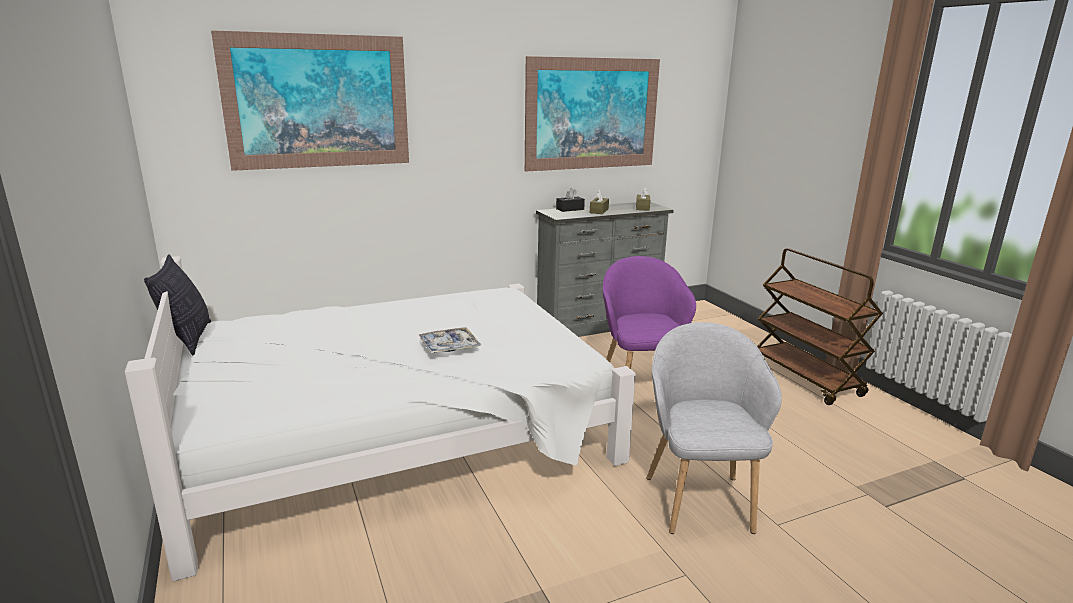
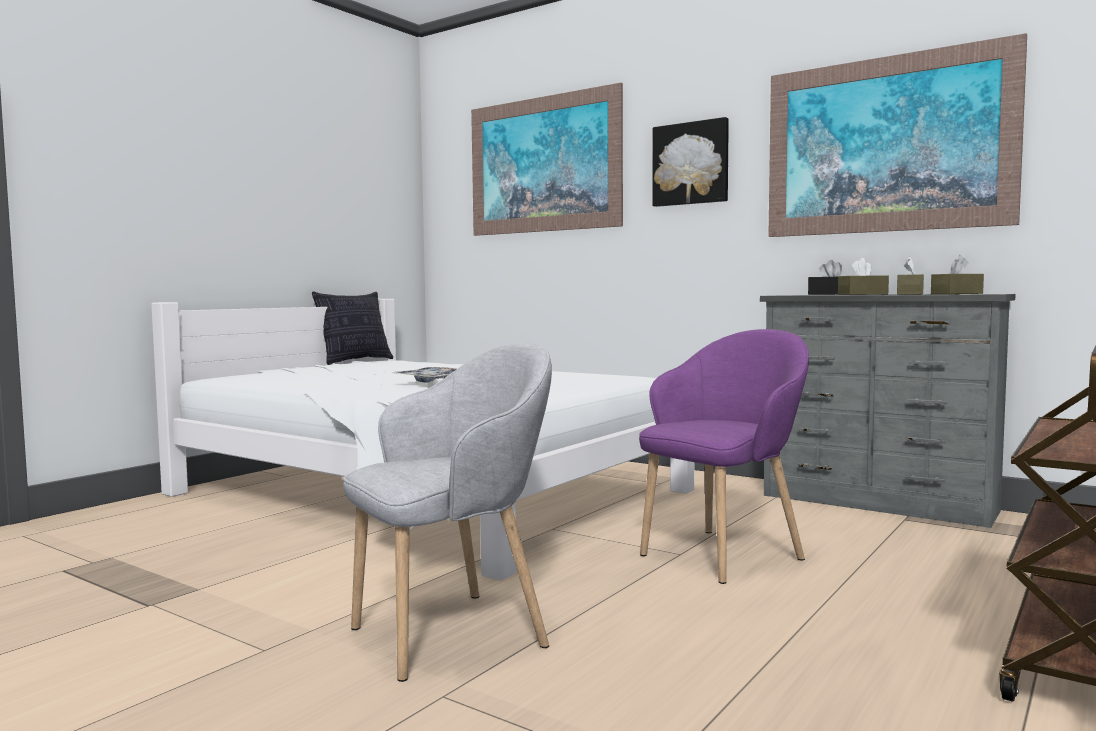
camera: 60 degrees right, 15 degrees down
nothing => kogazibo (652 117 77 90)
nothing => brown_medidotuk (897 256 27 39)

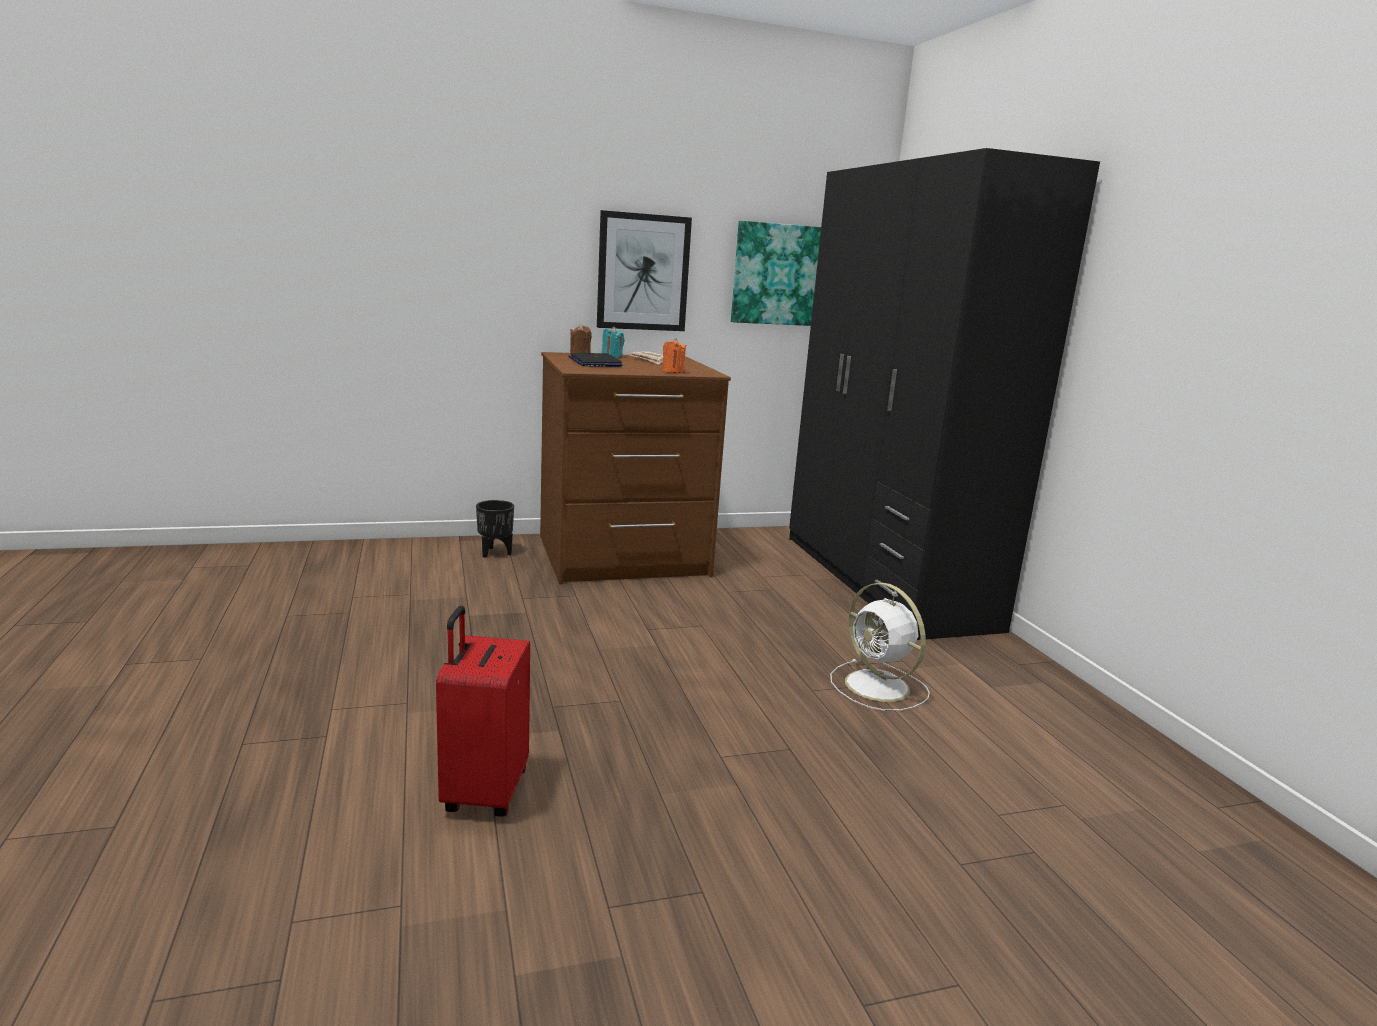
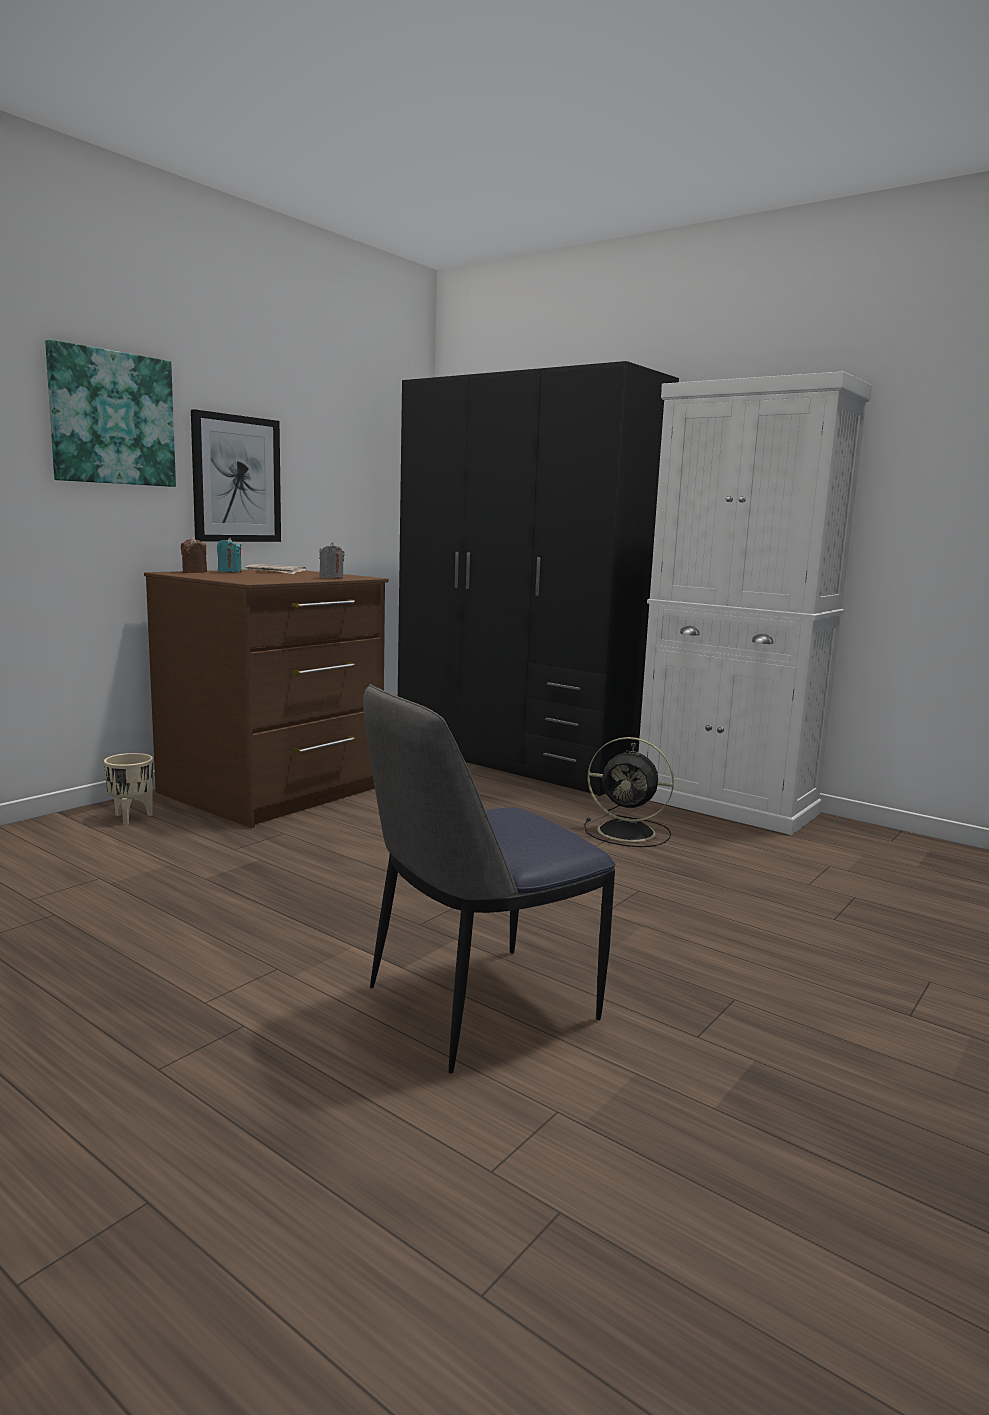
camera: 35 degrees left, 5 degrees down
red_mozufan (436 606 94 211) => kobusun (363 684 252 389)
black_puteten (476 500 38 58) => beige_puteten (104 753 49 72)
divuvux (568 353 55 14) => nothing
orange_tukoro (662 338 24 35) => grey_tukoro (319 542 26 36)
kogazibo (731 221 90 105) => kogazibo (45 339 131 148), shifted
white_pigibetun (830 583 100 128) => black_pigibetun (584 737 90 110)
nothing => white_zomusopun (639 371 233 464)

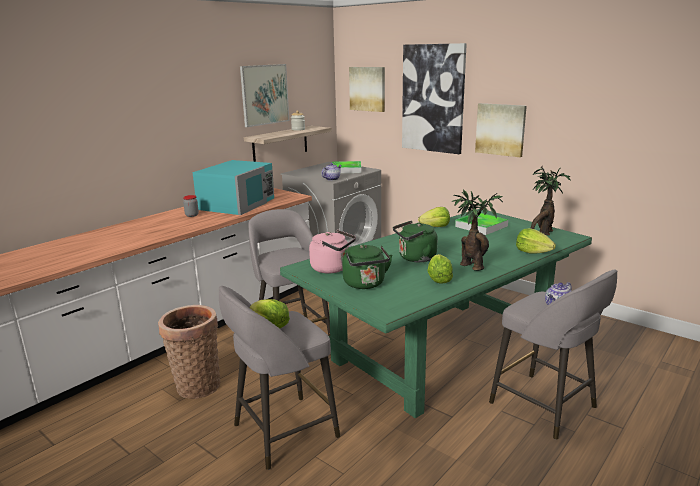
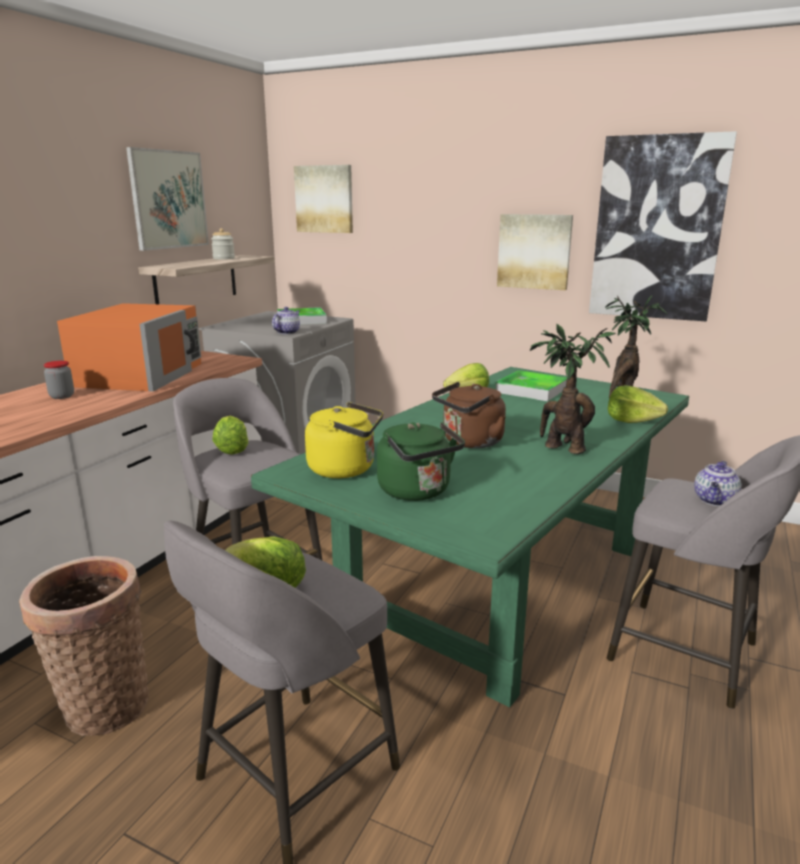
camera: 15 degrees left, 0 degrees up
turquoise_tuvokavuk (193 160 81 55) => orange_tuvokavuk (57 303 144 89)
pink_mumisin (309 230 47 43) => yellow_mumisin (305 402 78 76)
green_mumisin (393 221 45 41) => brown_mumisin (432 382 74 66)
kogazibo (402 43 65 111) => kogazibo (589 131 148 190), shifted
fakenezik (428 254 25 30) => fakenezik (212 416 36 38), shifted

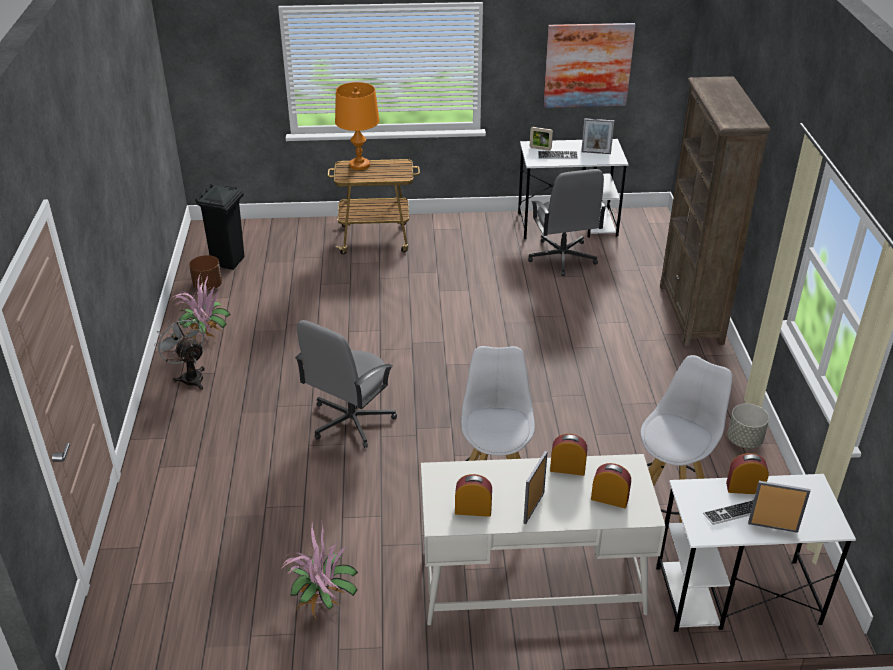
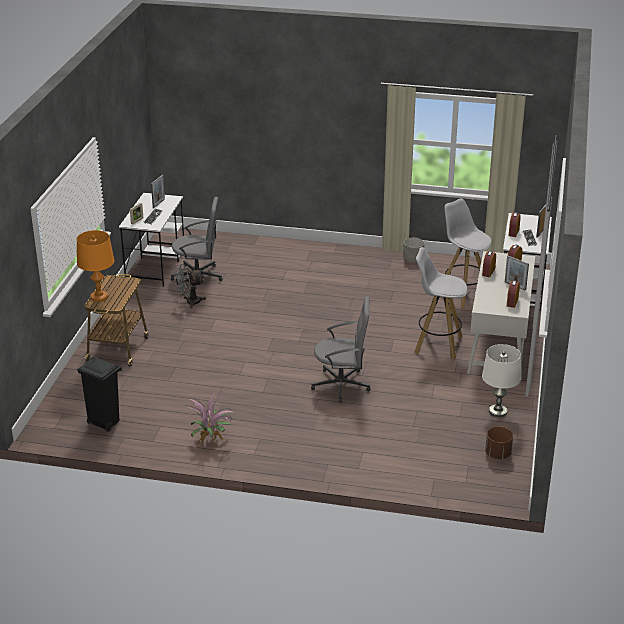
camera: 75 degrees left, 5 degrees down
grey_pigibetun (154 315 51 75) => grey_pigibetun (173 264 33 44), shifted
brown_puteten (189 255 33 36) => brown_puteten (485 426 28 33), shifted
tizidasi (279 521 79 99) => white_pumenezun (482 344 39 73)
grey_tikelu (295 320 102 128) => grey_tikelu (311 296 60 106), 45 degrees counterclockwise
kogazibo (543 23 93 85) => nothing
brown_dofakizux (660 76 110 270) => nothing

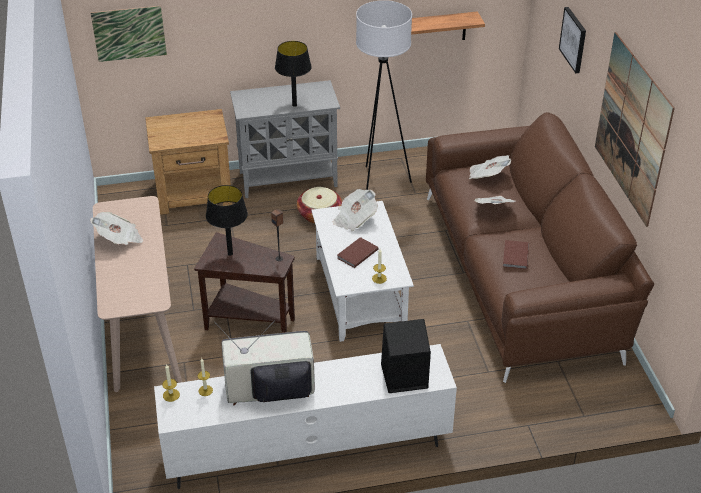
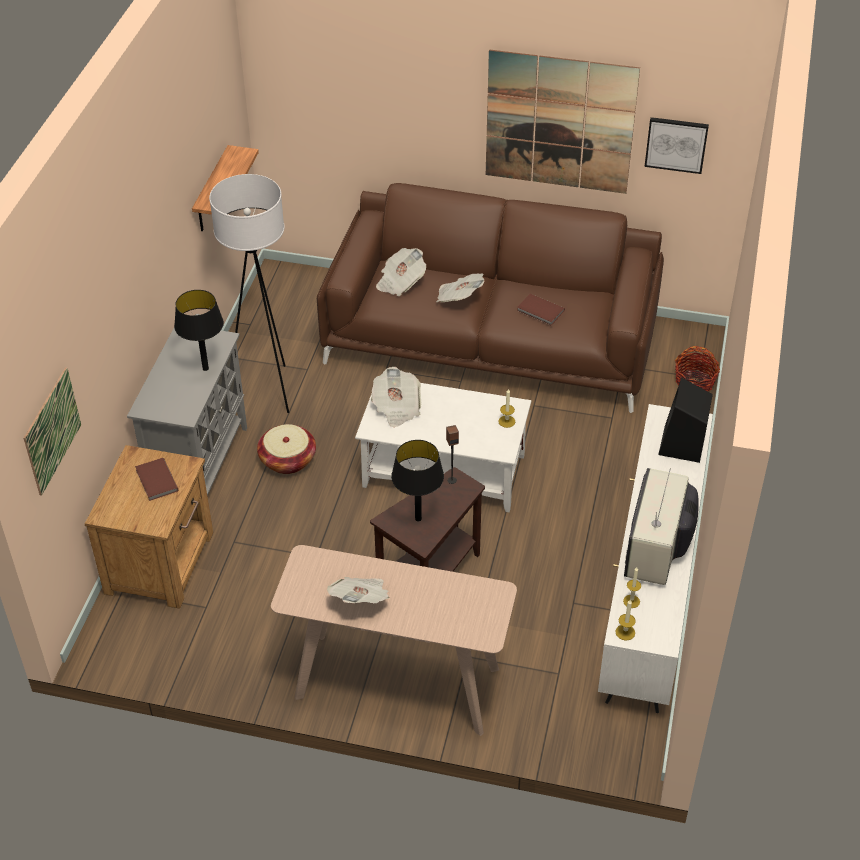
camera: 65 degrees left, 5 degrees up
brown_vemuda (337 237 41 31) => brown_vemuda (135 458 43 43), shifted
kogazibo (559 7 27 66) => kogazibo (644 117 65 57), shifted
nothing => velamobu (675 346 45 45)

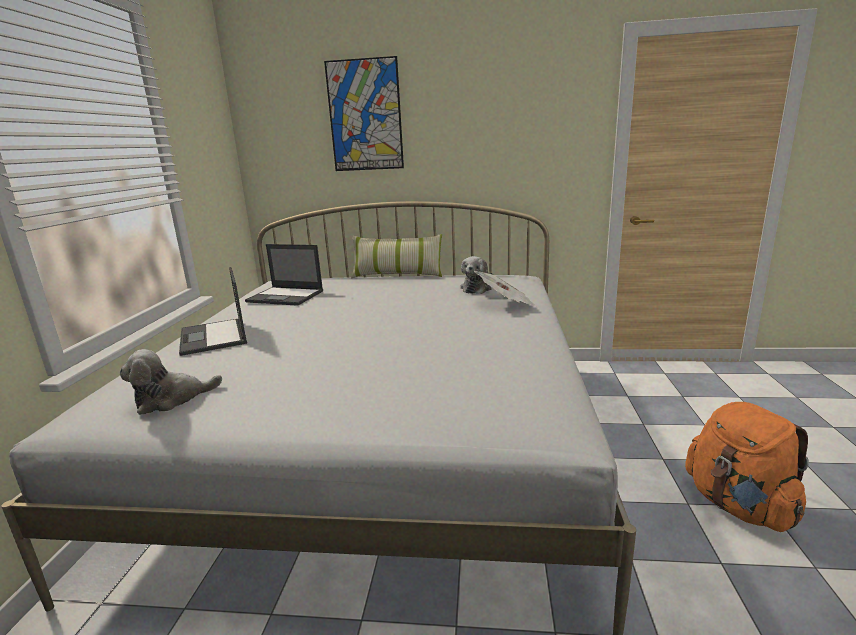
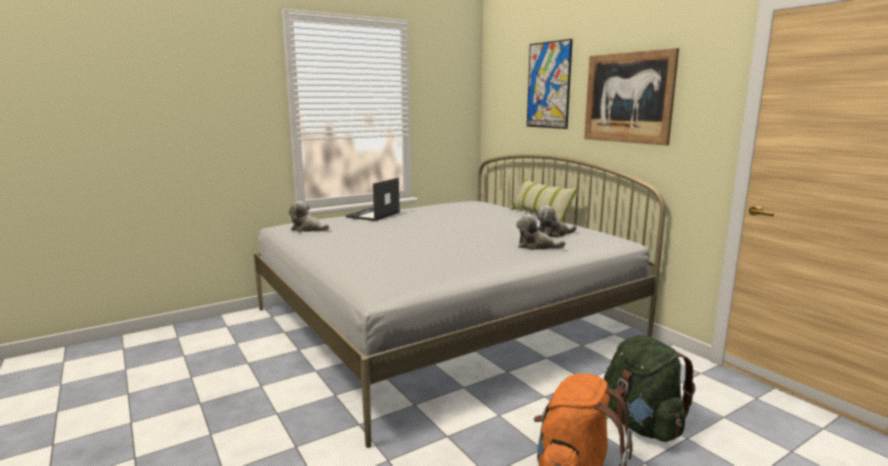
camera: 50 degrees right, 5 degrees down
divuvux (245 244 78 62) => nothing
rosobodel (474 271 62 35) => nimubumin (516 214 49 36)
nothing => kogazibo (584 48 95 98)
nothing => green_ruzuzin (604 335 92 107)

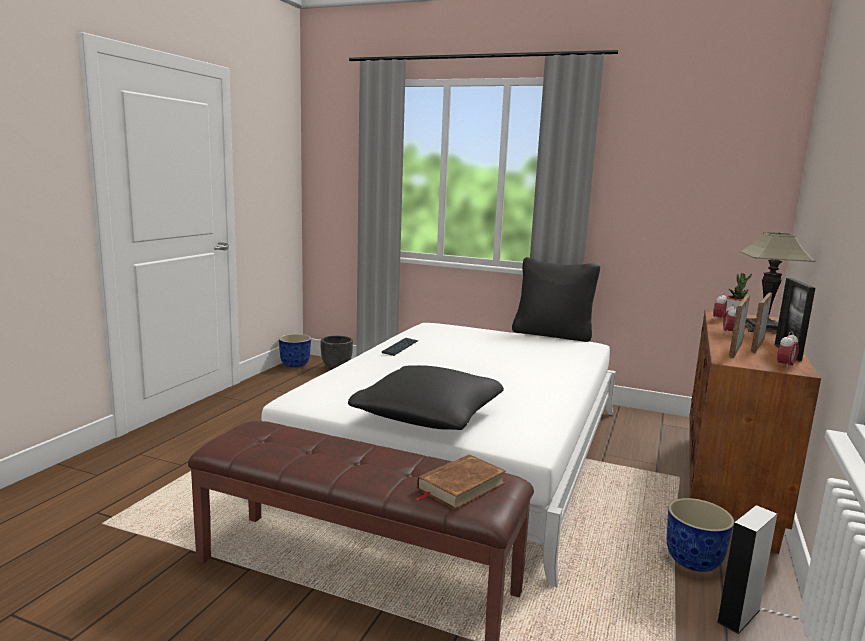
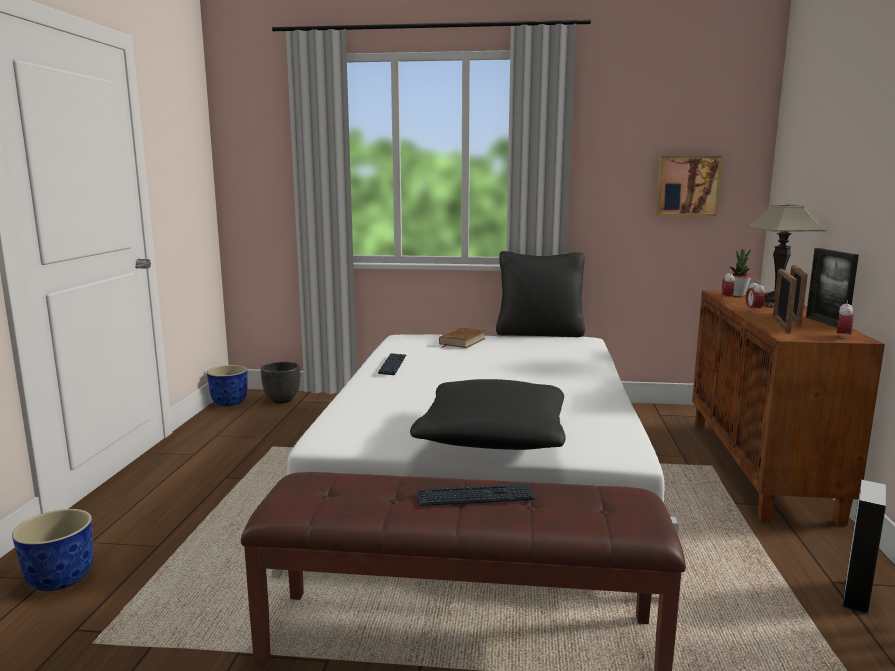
camera: 15 degrees left, 0 degrees up
brown_vemuda (415 454 91 56) => brown_vemuda (439 328 47 20), shifted
puteten (667 498 67 74) => puteten (12 509 81 82), shifted
nothing => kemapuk (417 484 118 22)
nothing => kogazibo (656 156 67 60)

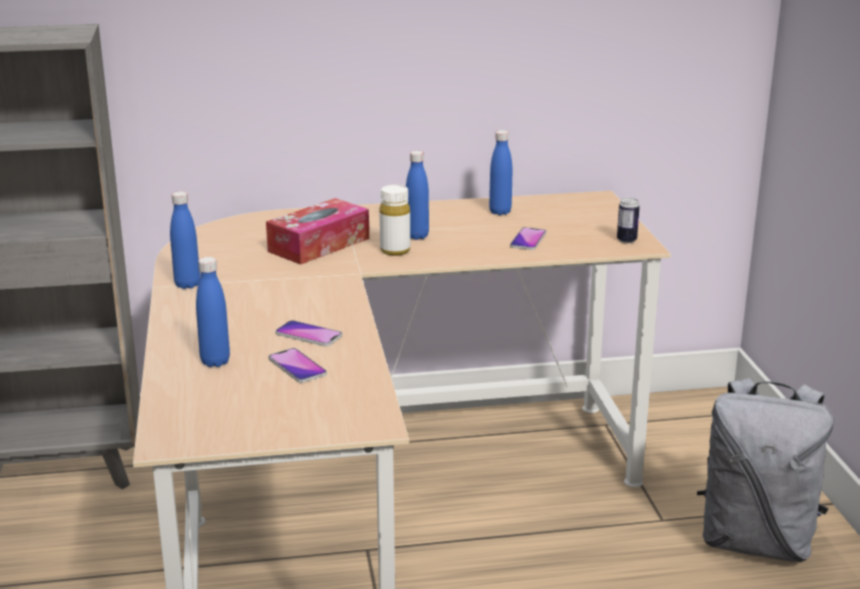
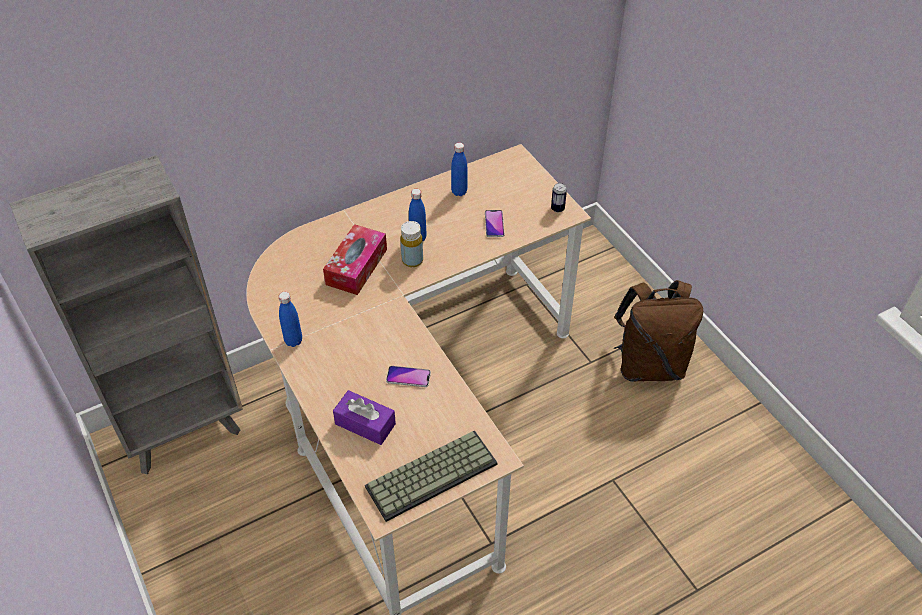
camera: 20 degrees left, 25 degrees up
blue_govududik (196 257 34 110) => purple_medidotuk (333 390 63 55)
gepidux (268 348 59 35) => nothing
white_govududik (379 185 31 71) => yellow_govududik (400 221 23 46)
grey_ruzuzin (697 378 137 184) => brown_ruzuzin (614 280 89 102)
nothing => kemapuk (365 431 132 91)

